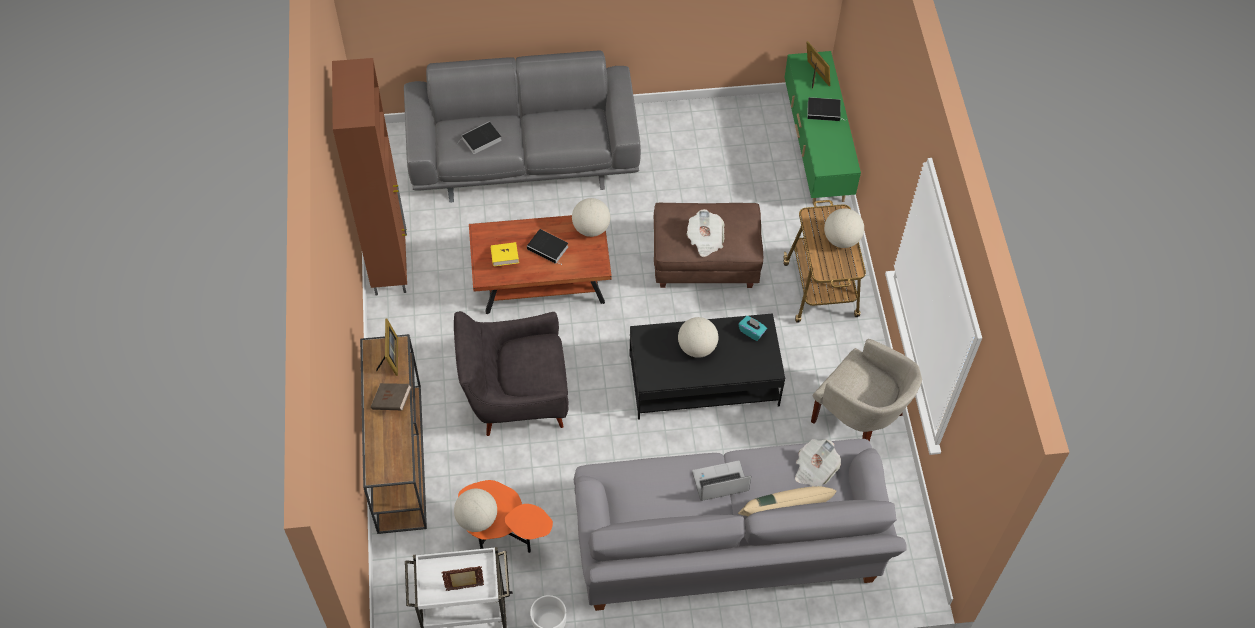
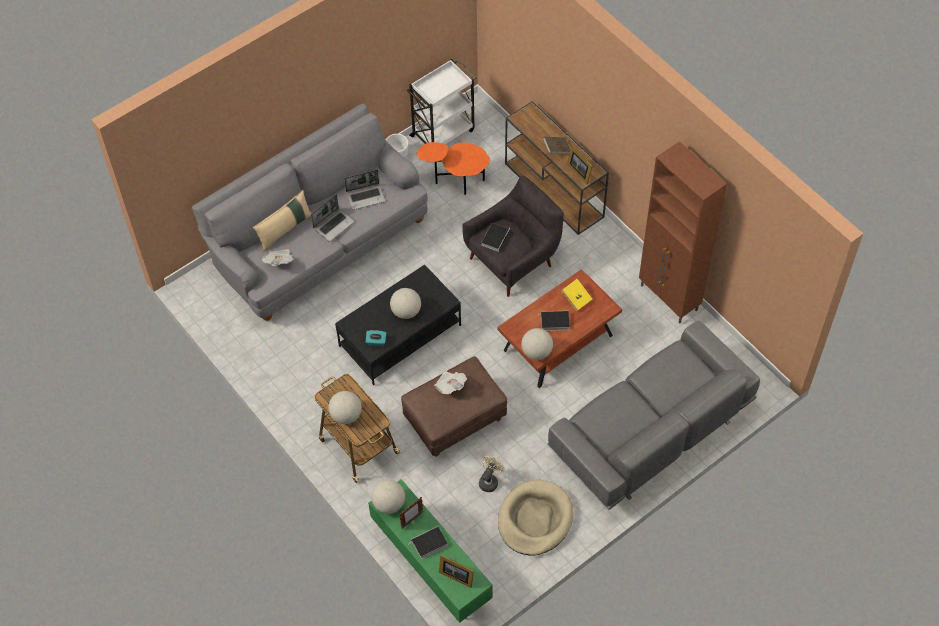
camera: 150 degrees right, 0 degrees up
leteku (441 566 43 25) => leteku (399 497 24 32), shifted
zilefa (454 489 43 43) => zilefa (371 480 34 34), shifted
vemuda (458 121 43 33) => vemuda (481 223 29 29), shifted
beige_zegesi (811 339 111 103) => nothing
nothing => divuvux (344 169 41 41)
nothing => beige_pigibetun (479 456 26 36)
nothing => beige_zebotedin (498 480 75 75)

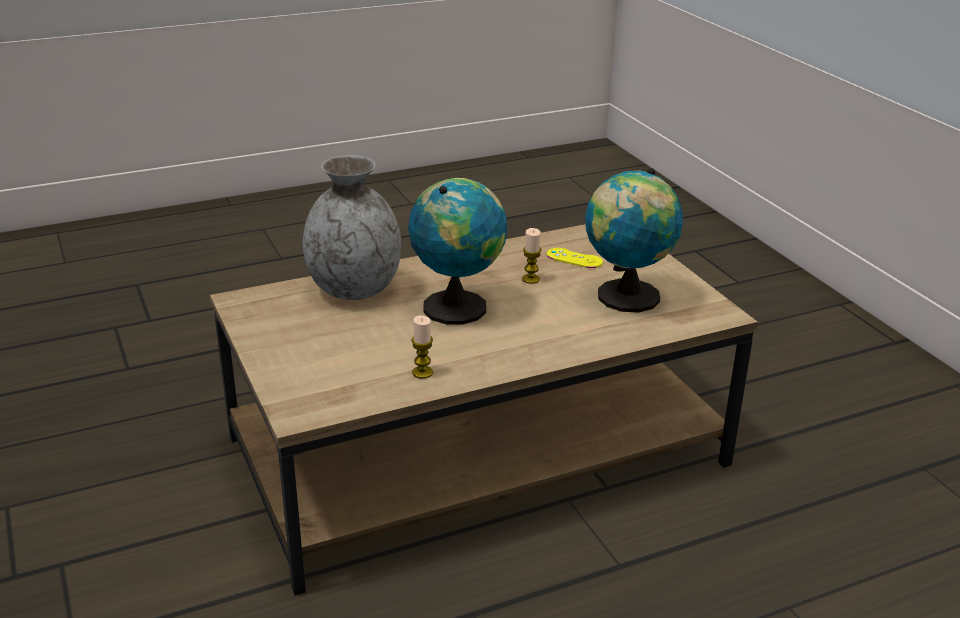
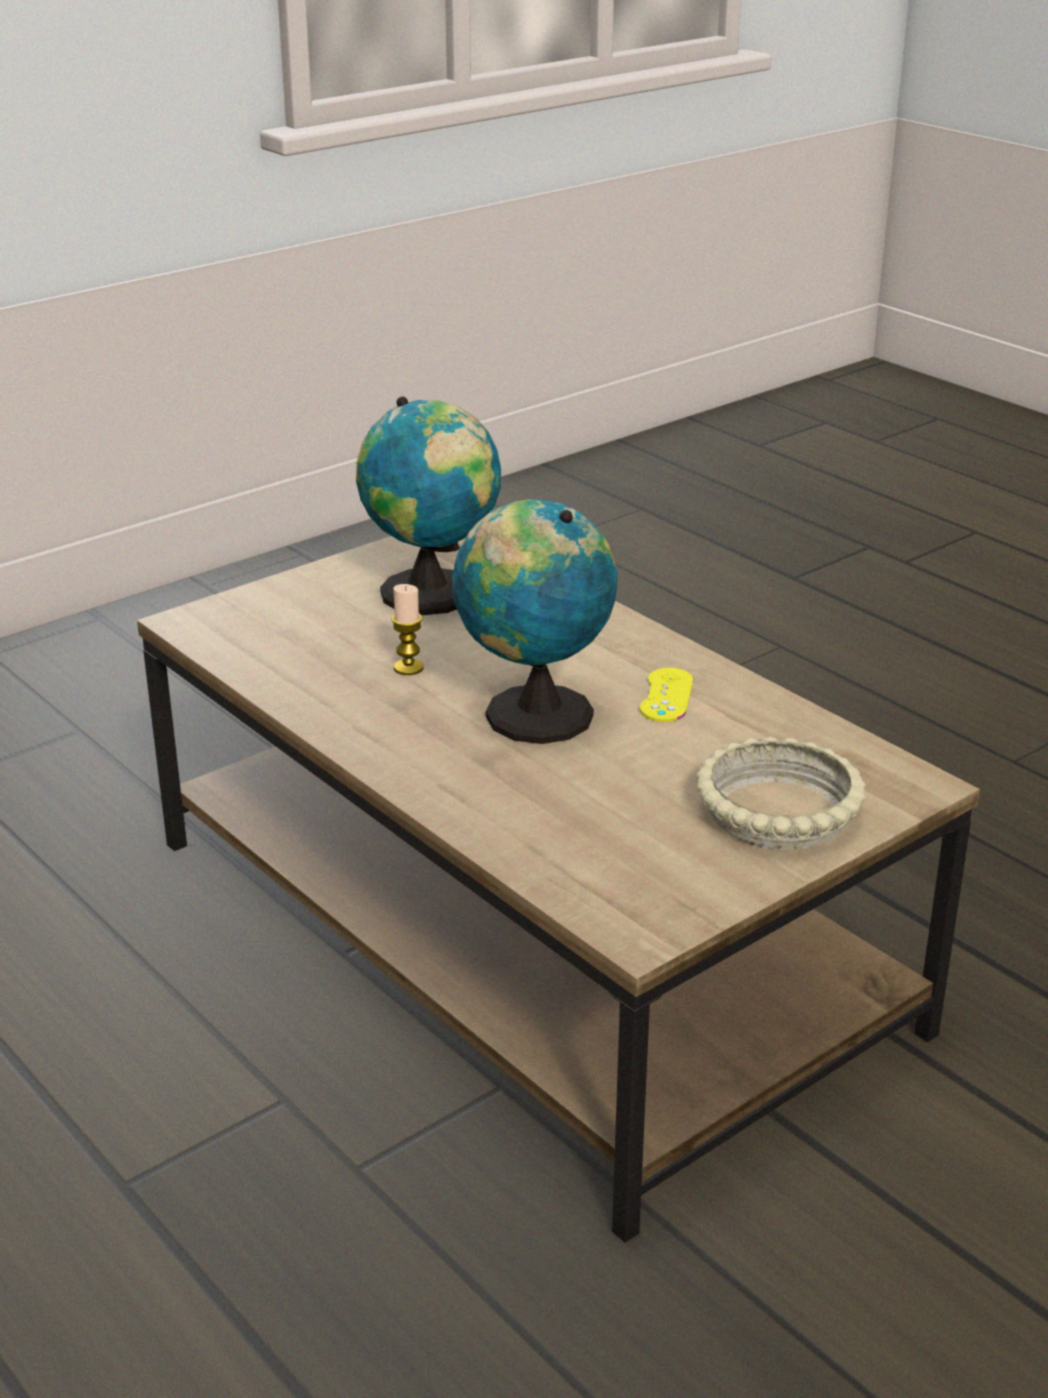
camera: 105 degrees left, 0 degrees up
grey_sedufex (303 155 98 145) => nothing
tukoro (411 315 22 64) => nothing
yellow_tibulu (547 248 56 20) => yellow_tibulu (640 668 53 54), shifted
nothing => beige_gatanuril (696 737 170 113)

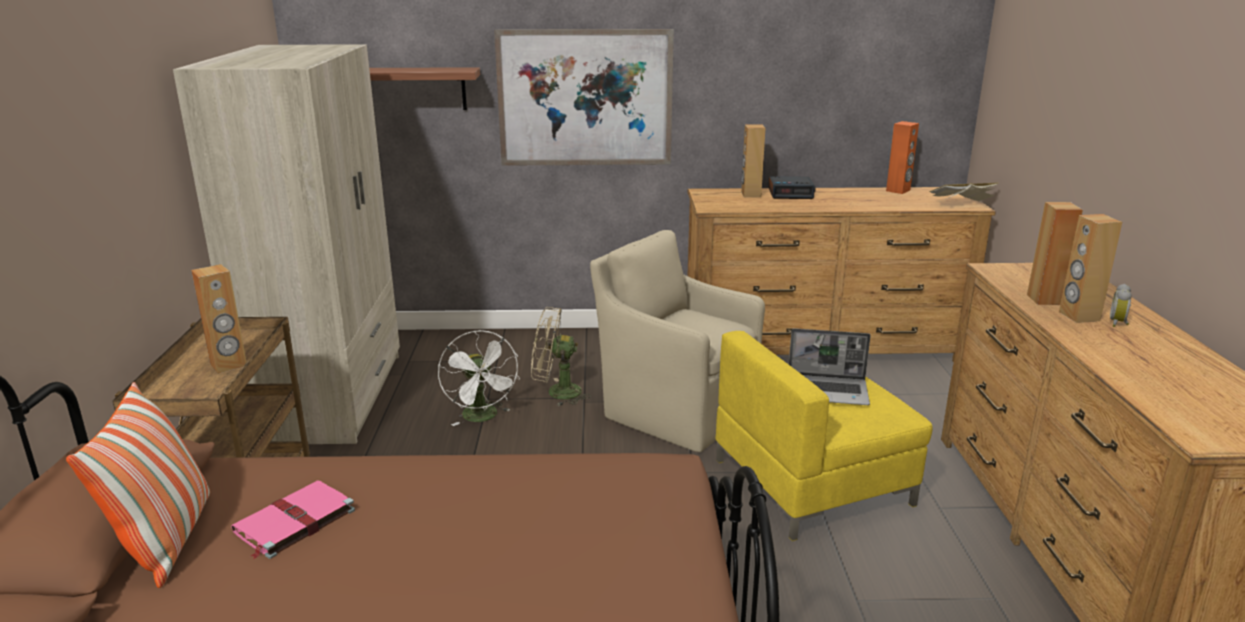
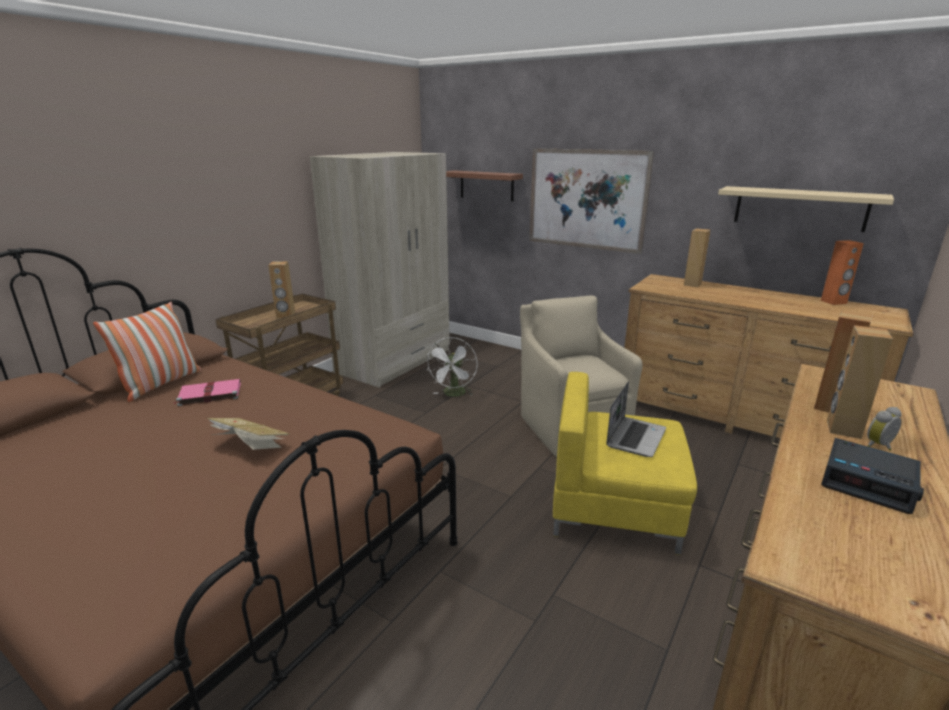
camera: 35 degrees right, 0 degrees up
beige_pigibetun (531 307 60 99) => nothing
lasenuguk (768 176 48 23) => lasenuguk (821 438 103 76), shifted
divuvux (789 328 82 77) => divuvux (606 382 60 75), 105 degrees counterclockwise
vemuda (929 183 69 18) => vemuda (207 418 83 32), shifted
nothing => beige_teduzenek (718 186 176 46)

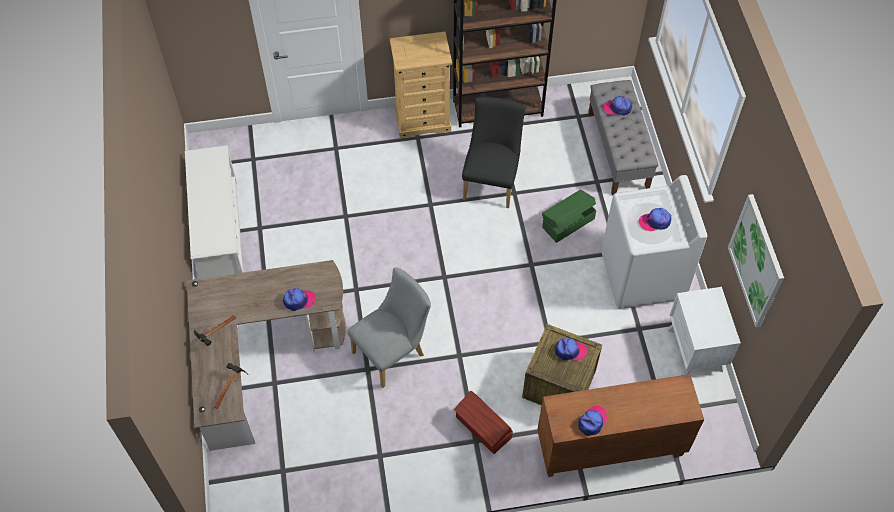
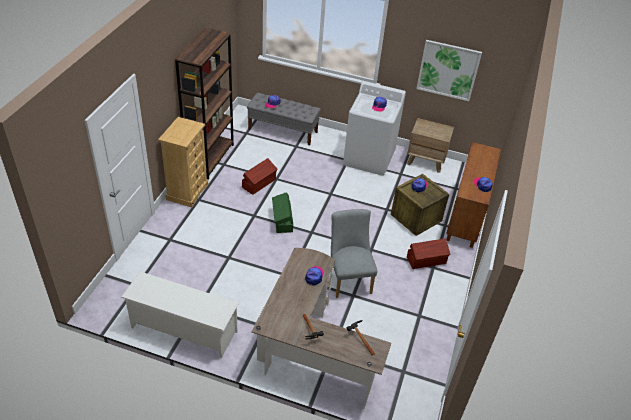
camera: 65 degrees left, 15 degrees down
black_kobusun (462 97 64 111) => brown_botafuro (242 158 36 37)
green_botafuro (542 189 54 54) => green_botafuro (272 192 21 41), shifted
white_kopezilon (668 287 73 88) => brown_kopezilon (407 118 47 55)

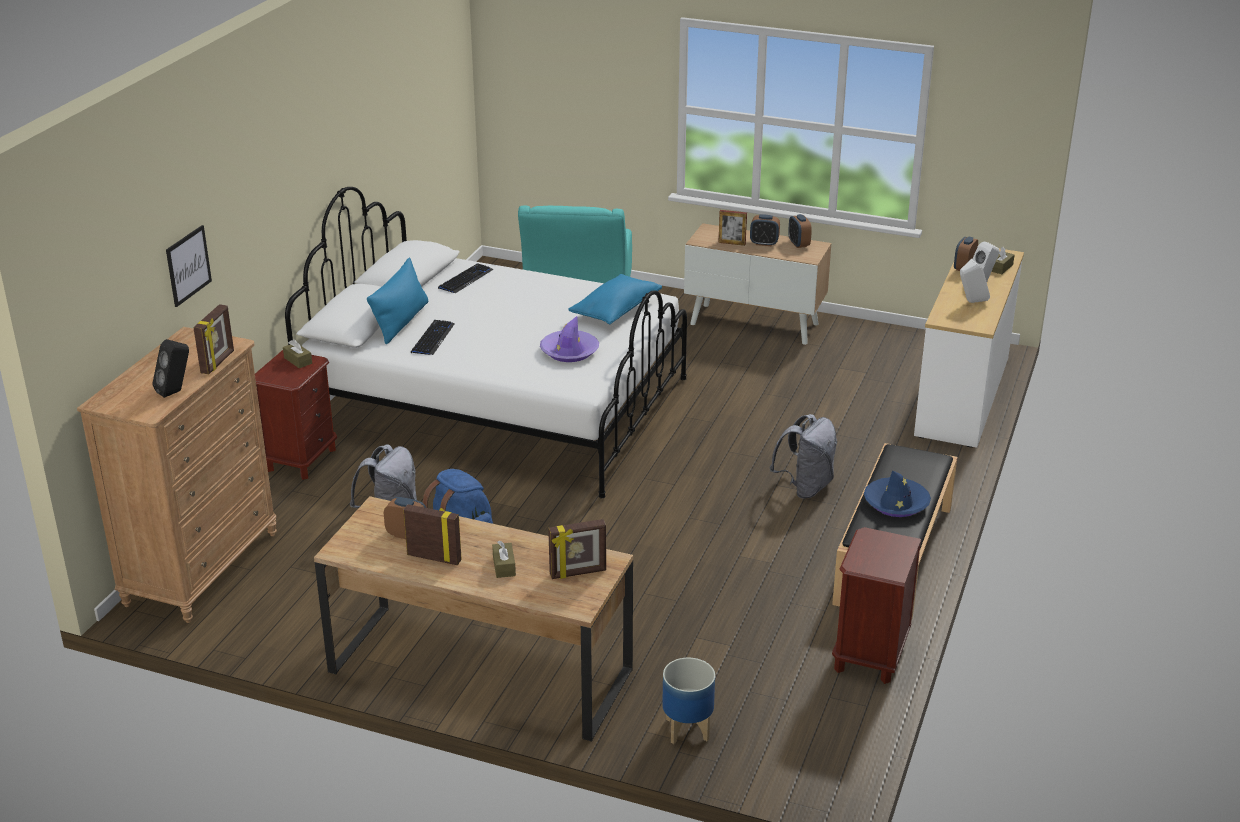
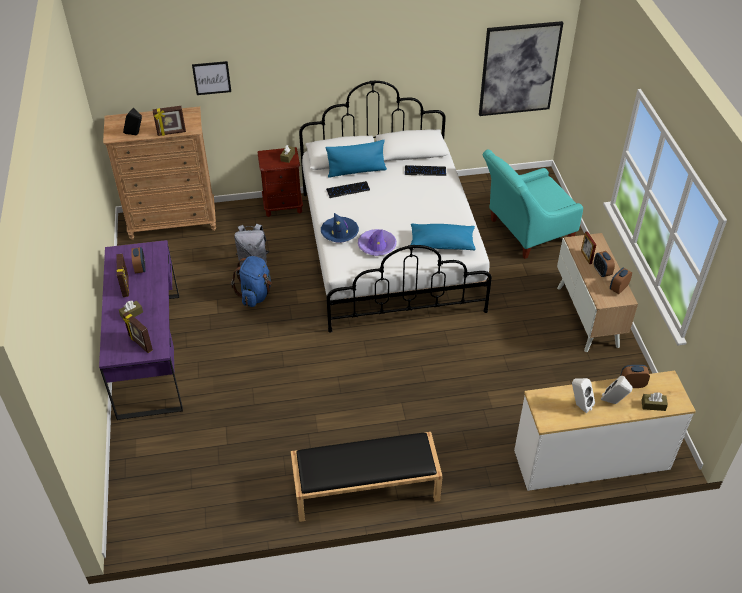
camera: 60 degrees right, 15 degrees up
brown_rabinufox (314 496 319 245) => purple_rabinufox (99 240 84 180)
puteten (662 658 53 86) => nothing
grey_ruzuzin (770 414 67 85) => nothing
brown_kopezilon (832 527 89 157) => nothing
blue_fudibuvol (864 470 67 47) => blue_fudibuvol (321 213 38 30), shifted
nothing => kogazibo (479 21 84 95)

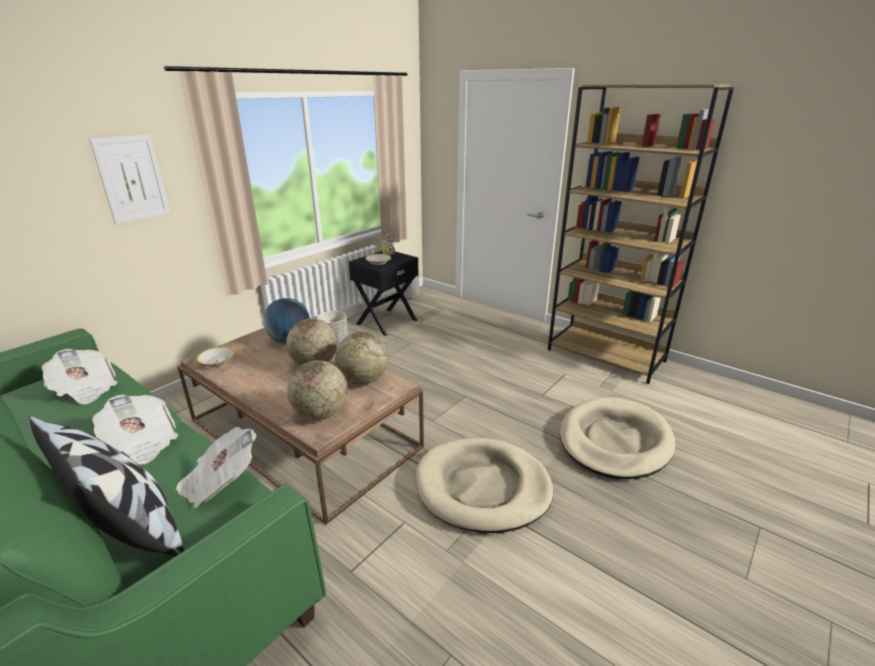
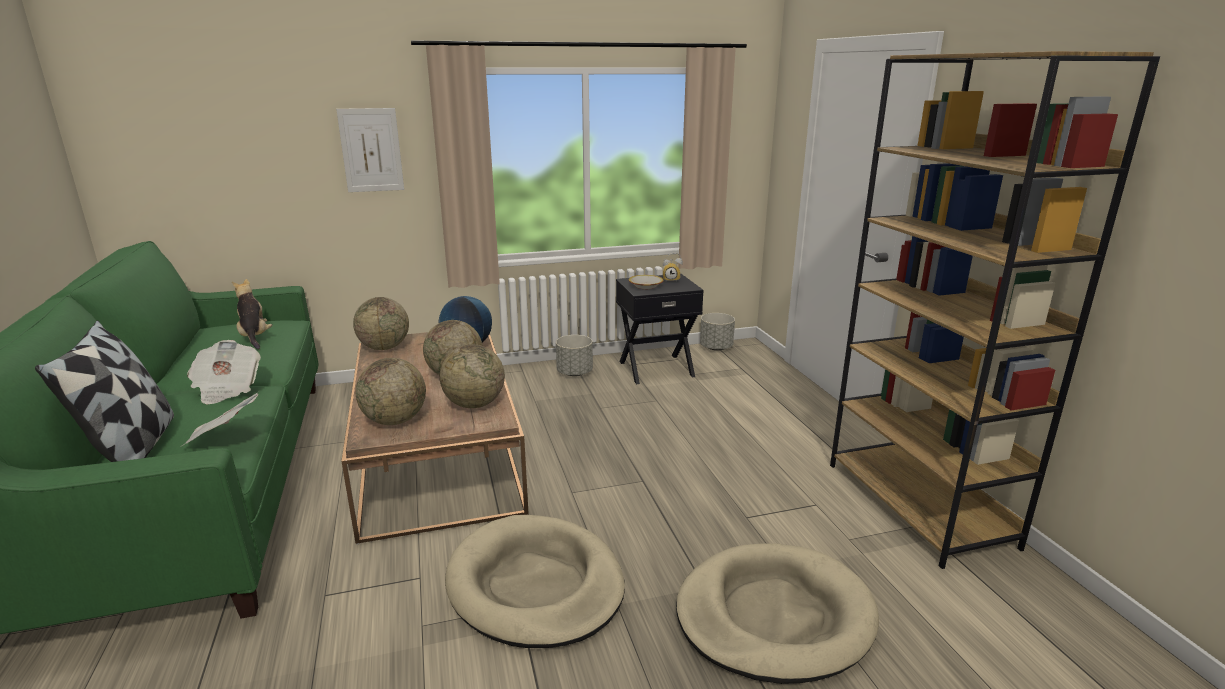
camera: 35 degrees right, 5 degrees down
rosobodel (42 349 76 55) => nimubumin (232 279 40 70)
gatanuril (195 347 40 20) => zilefa (353 297 56 53)

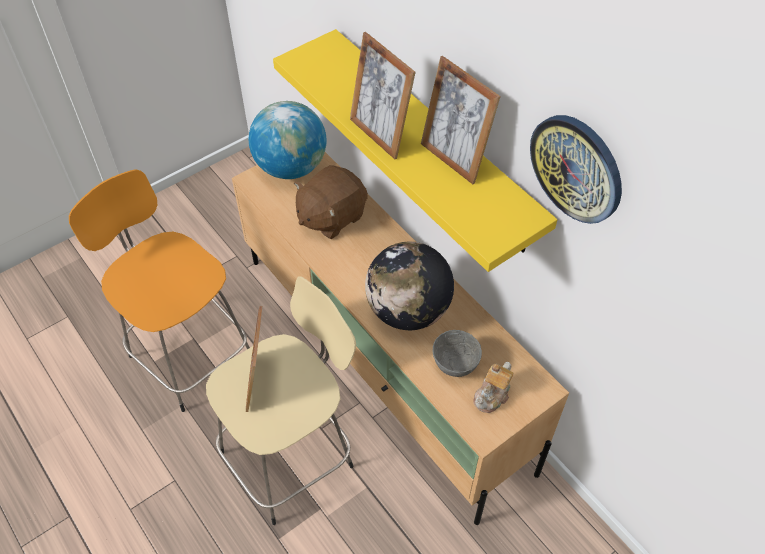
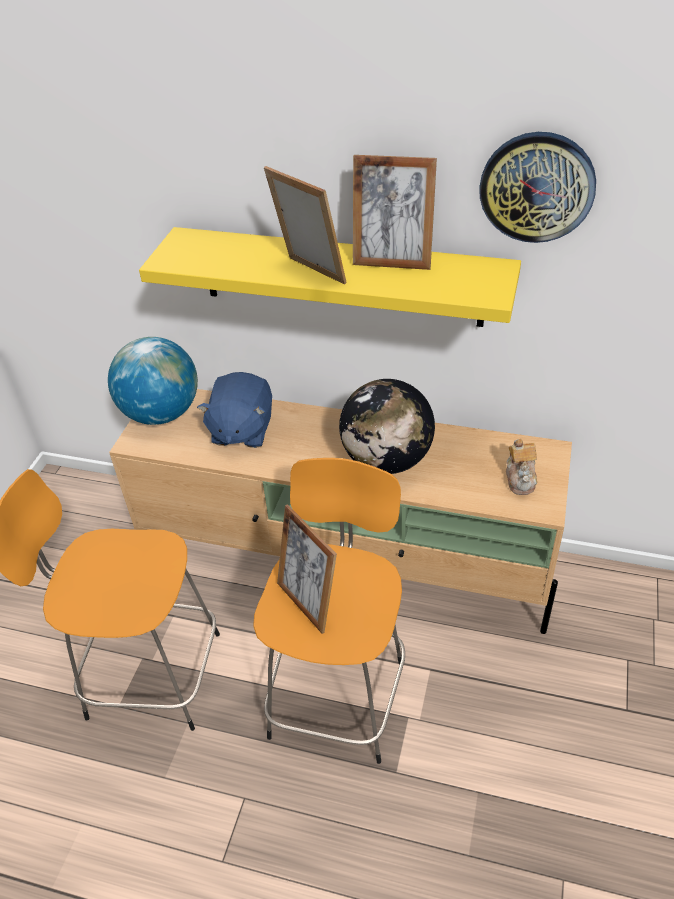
camera: 35 degrees left, 10 degrees down
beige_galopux (206 276 150 249) => orange_galopux (253 458 152 306)
brown_nimubumin (294 165 74 74) => blue_nimubumin (197 372 75 76)
leteku (350 32 66 127) => leteku (264 166 83 119), 150 degrees counterclockwise
grey_gatanuril (433 330 49 47) => nothing

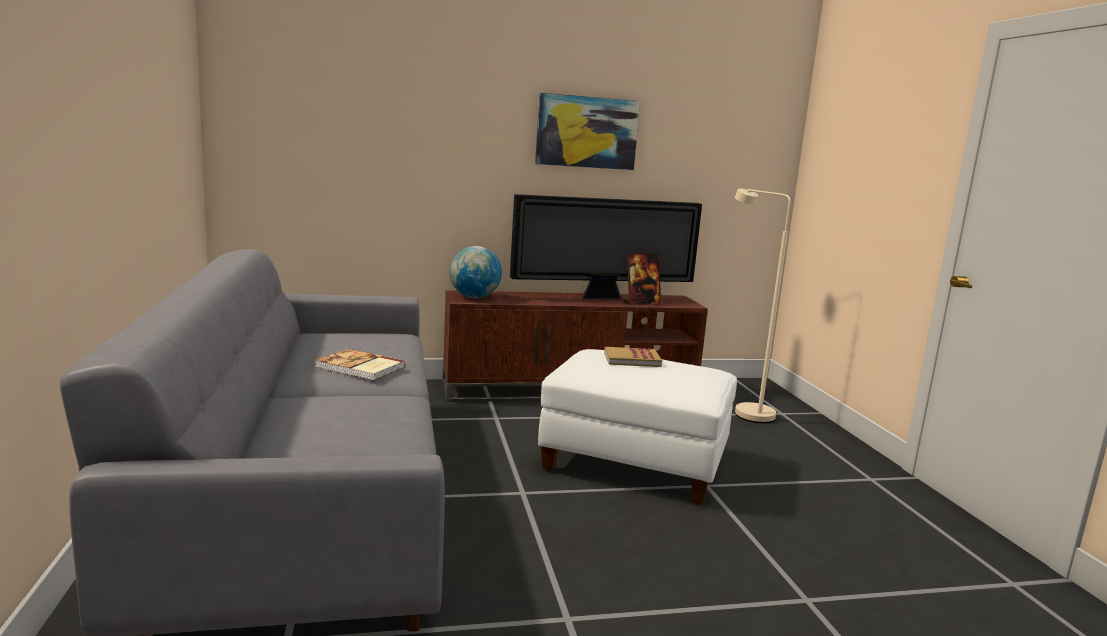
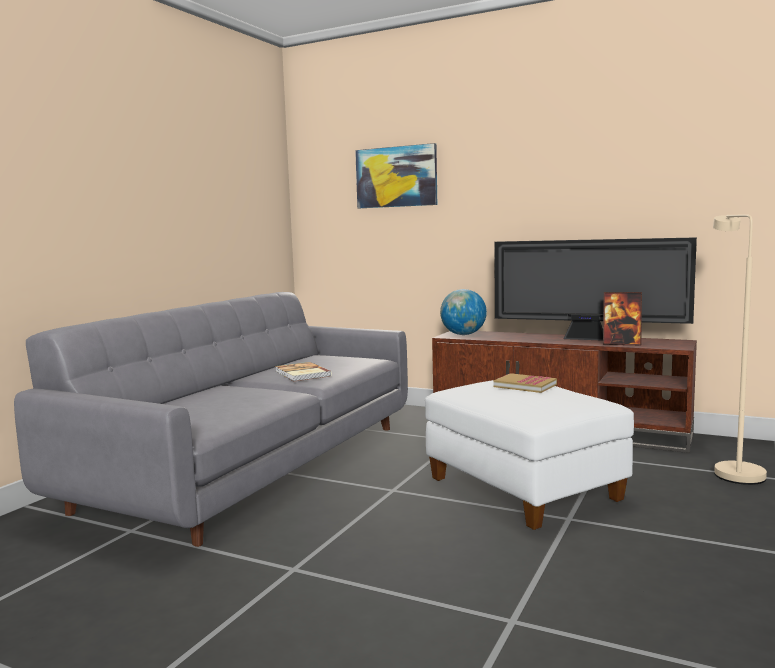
camera: 40 degrees right, 5 degrees down
kogazibo (535 93 105 77) => kogazibo (355 143 82 65), shifted

